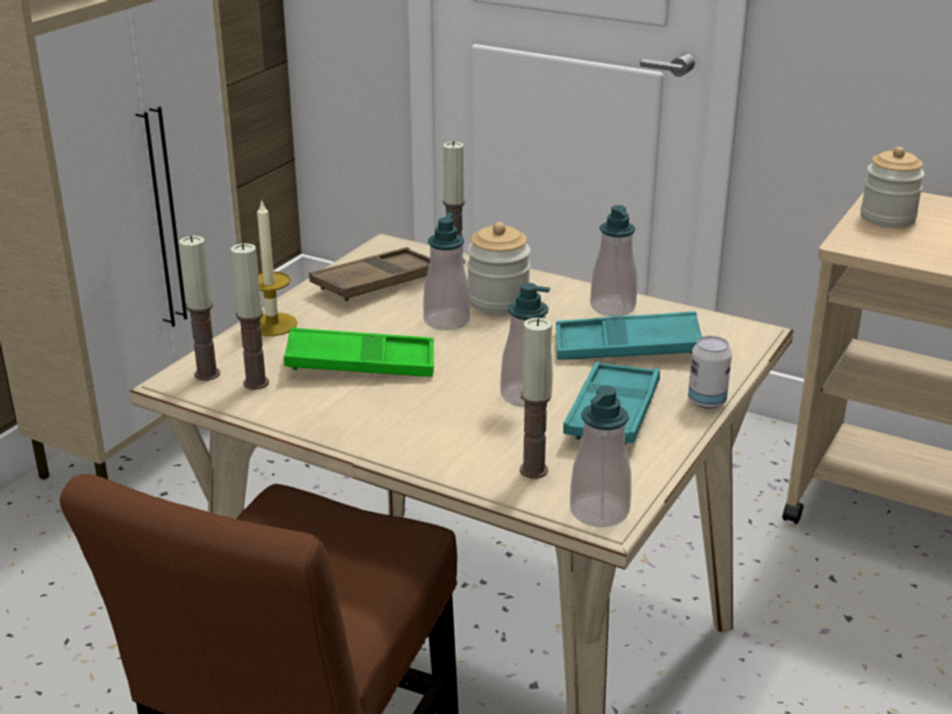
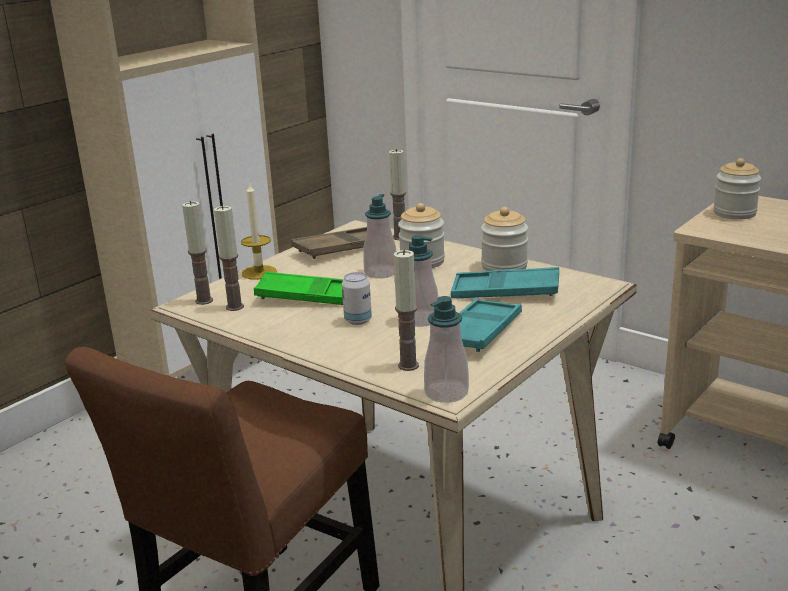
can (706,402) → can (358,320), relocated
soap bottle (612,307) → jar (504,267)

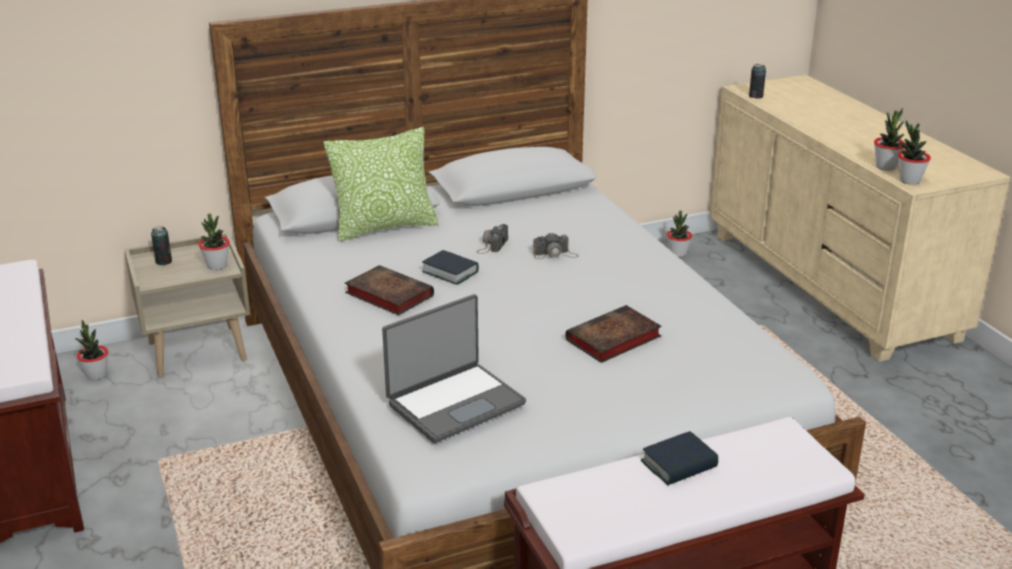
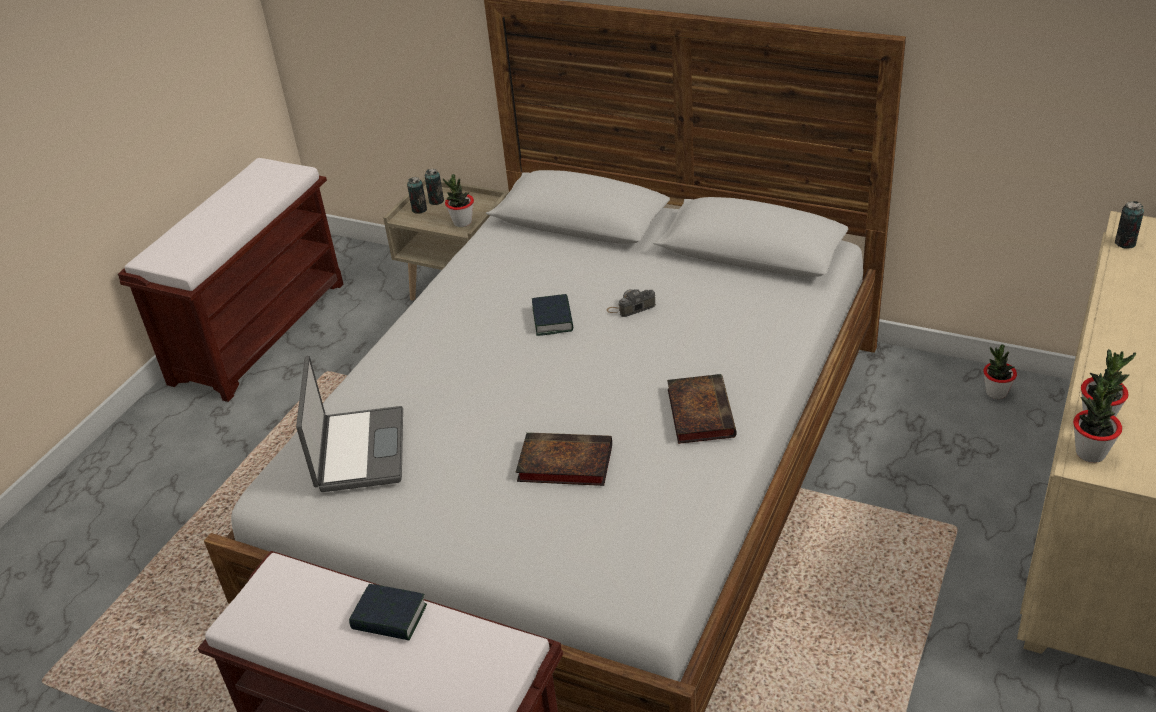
notebook computer (455,403) → notebook computer (358,451), 105 degrees counterclockwise
- → can (419,210)
bound book (387,294) → bound book (699,412), relocated
plant in a pot (96,375) → -
throw pillow (384,227) → -
photo camera (555,254) → -

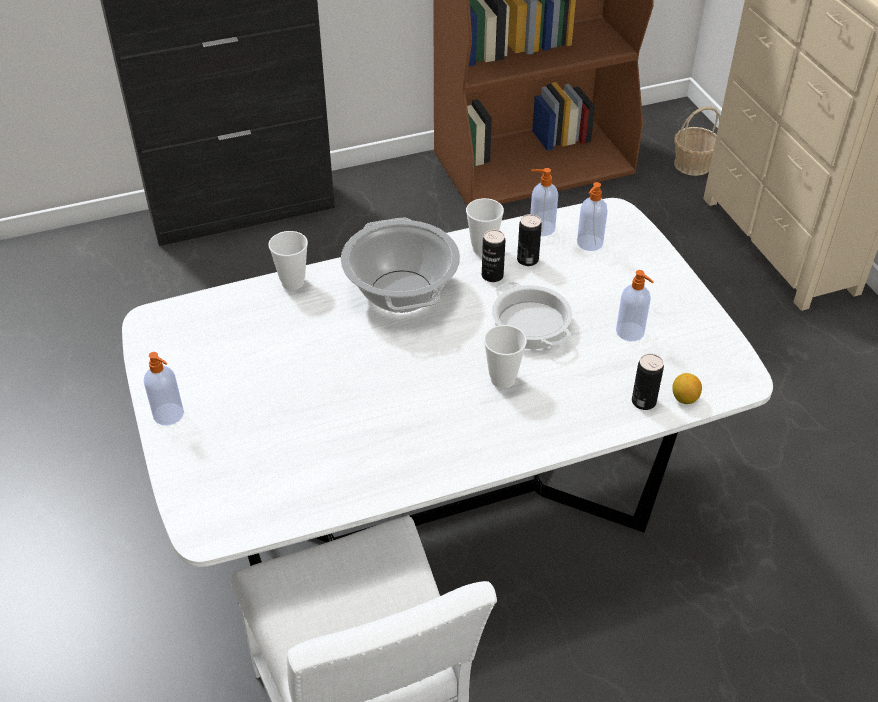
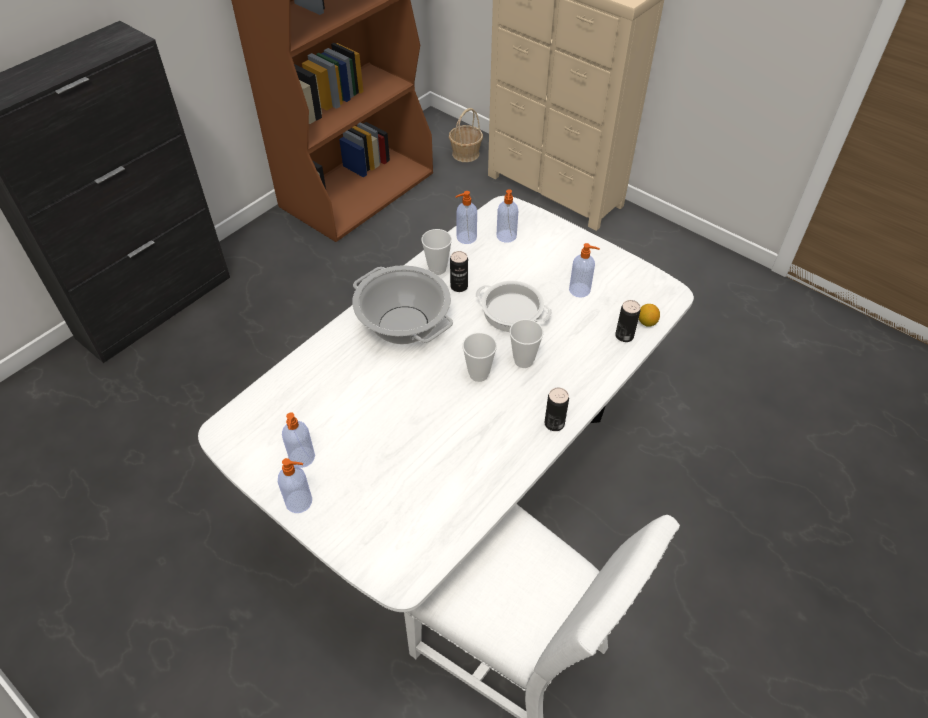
- → soap bottle (302,458)
drinking cup (293,282) → drinking cup (479,374), relocated
can (527,260) → can (554,423), relocated

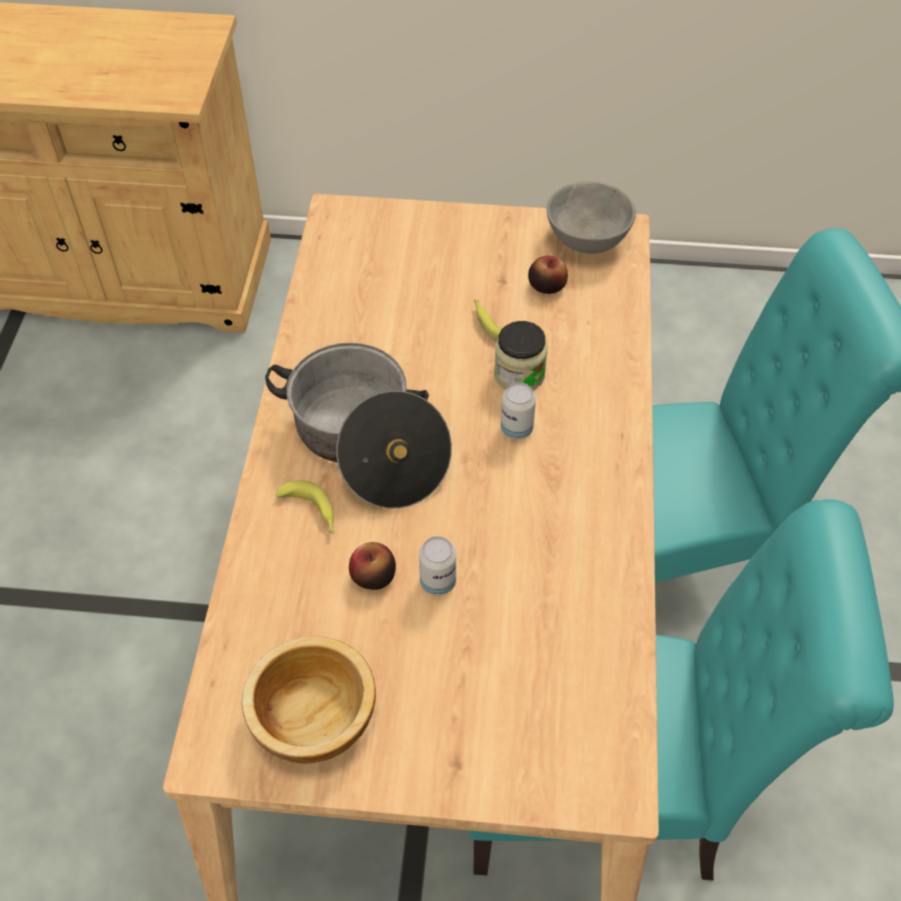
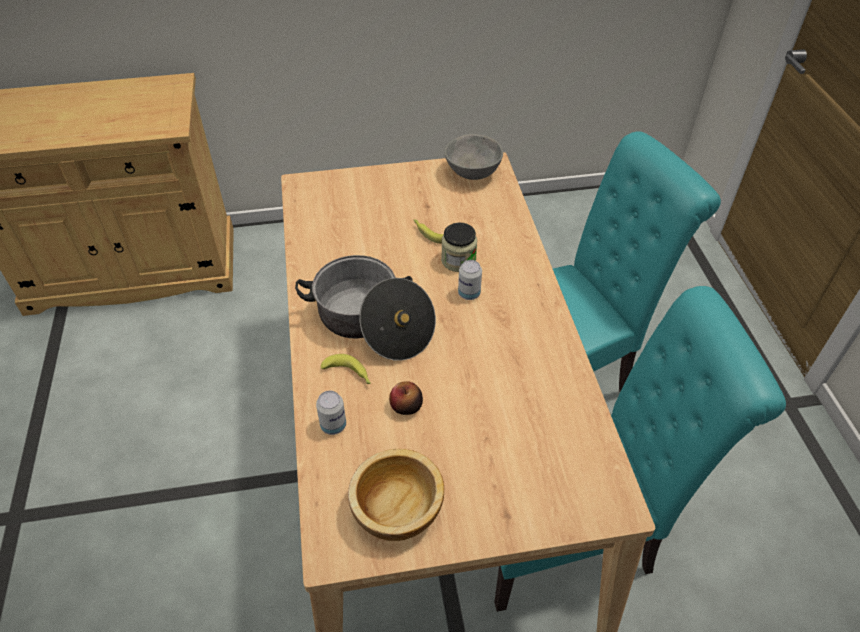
can (438,582) → can (333,425), relocated
whole apple (546,285) → -

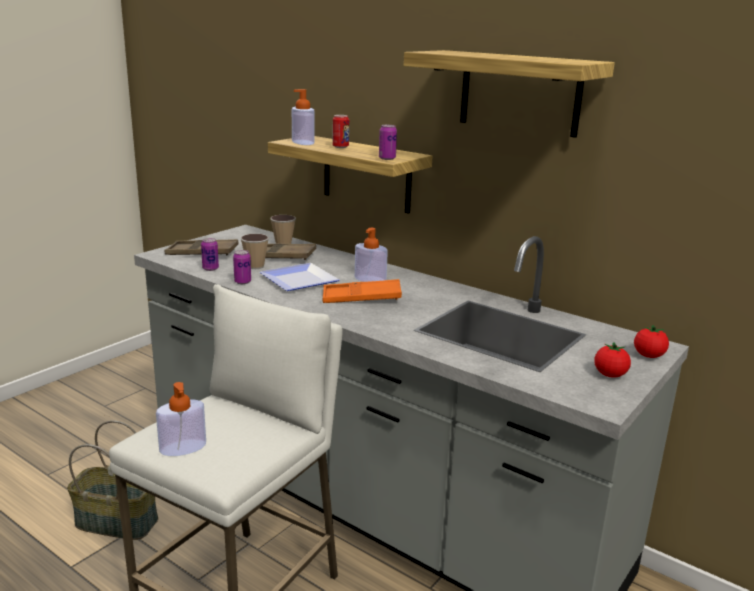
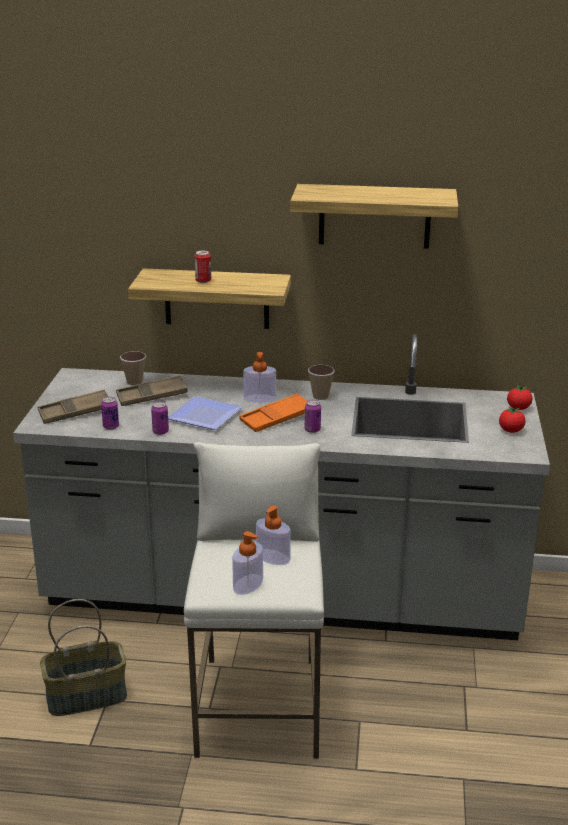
soap bottle (303,142) → soap bottle (273,557), relocated
can (387,158) → can (312,430), relocated
drinking cup (255,266) → drinking cup (320,396), relocated

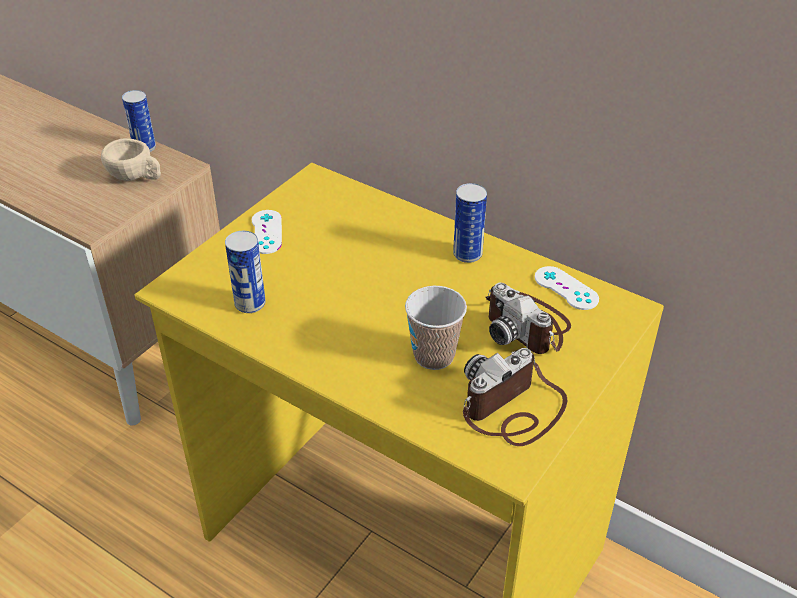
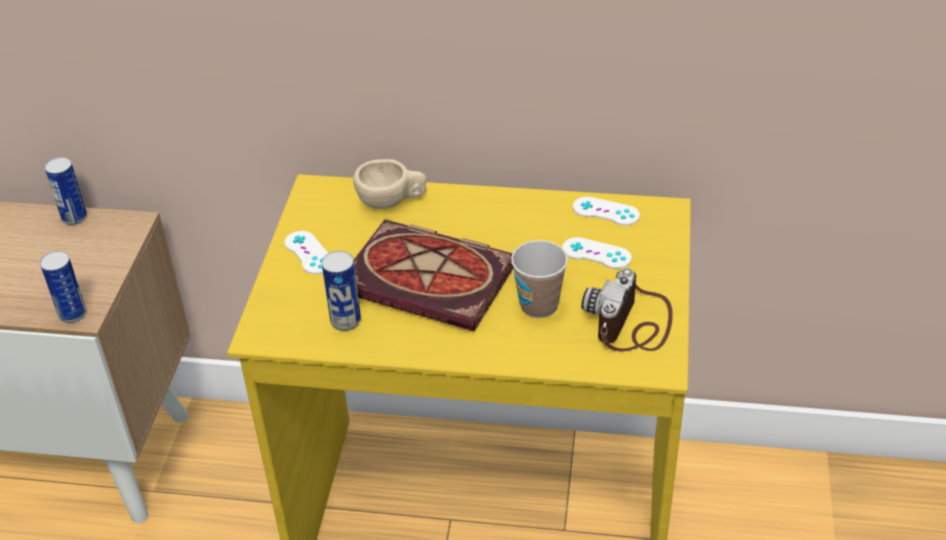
can (467,254) → can (73,314), relocated
drinking cup in beige-coloured (136,177) → drinking cup in beige-coloured (392,201), relocated
- → bound book (433,279)
photo camera (527,326) → game controller in white (596,253)

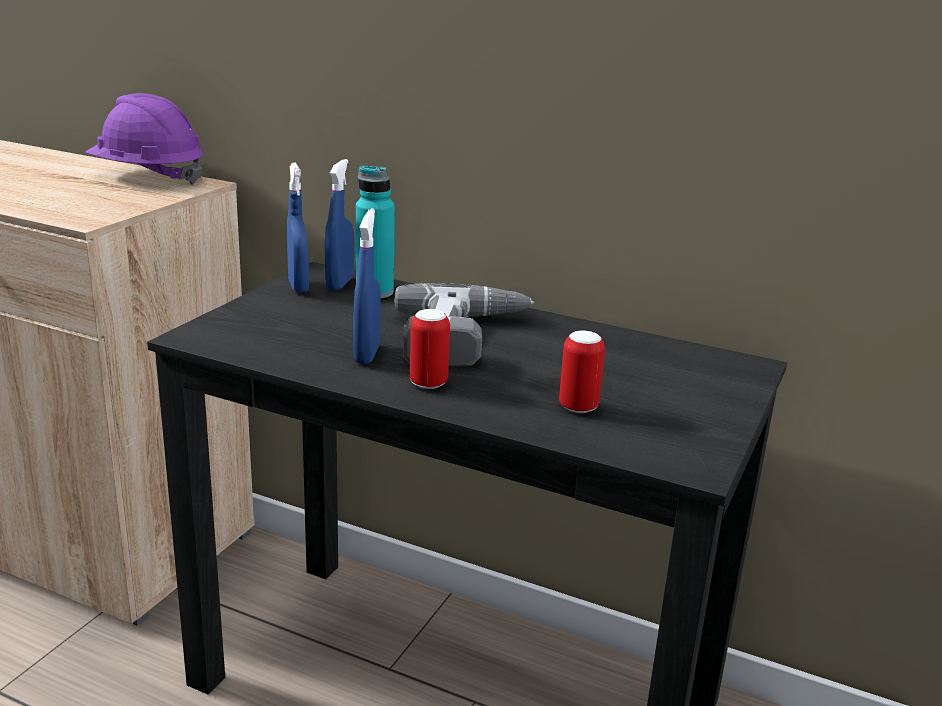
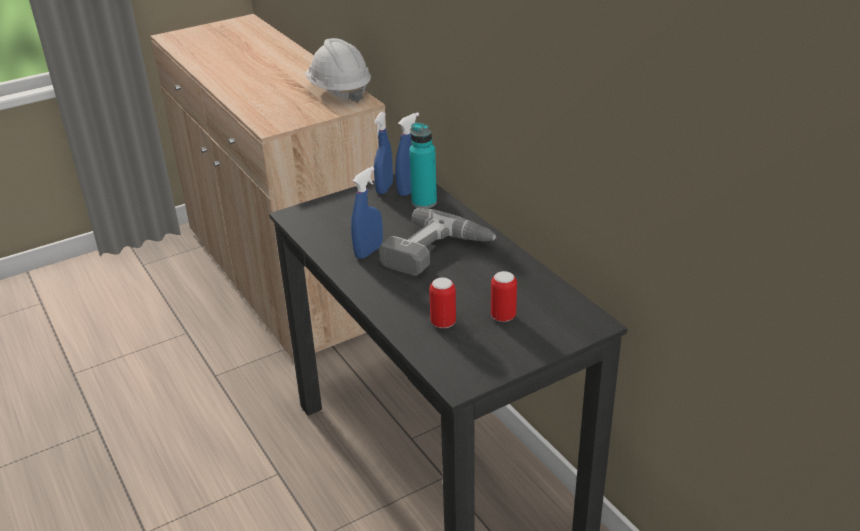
work helmet in purplish (148,177) → work helmet in white (339,91)
can (428,383) → can (503,316), relocated

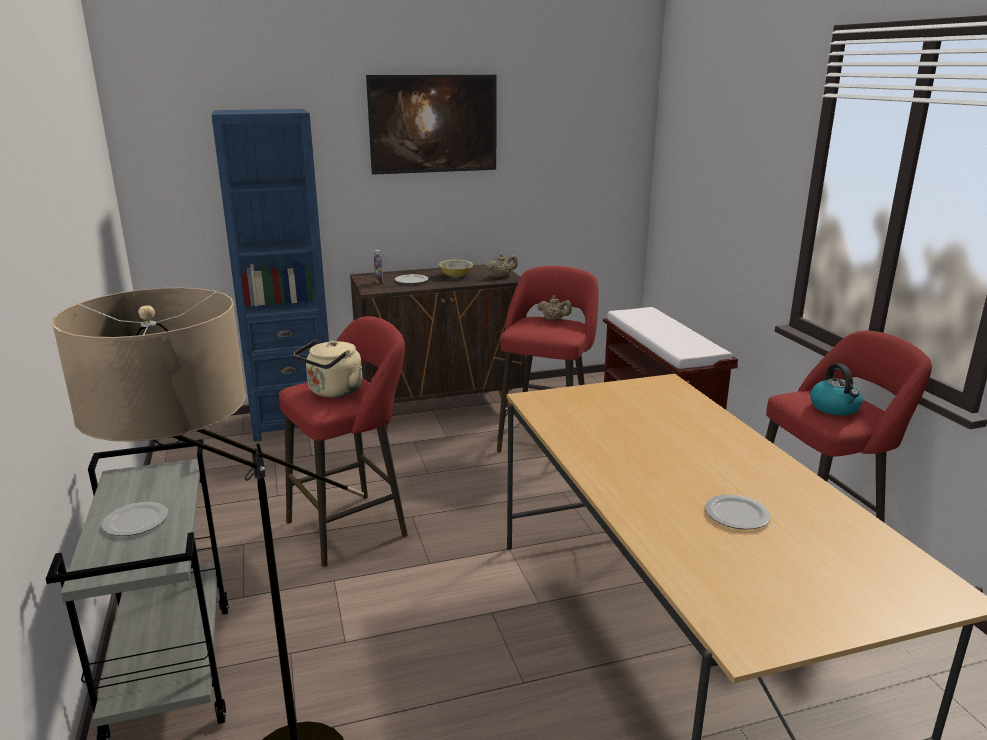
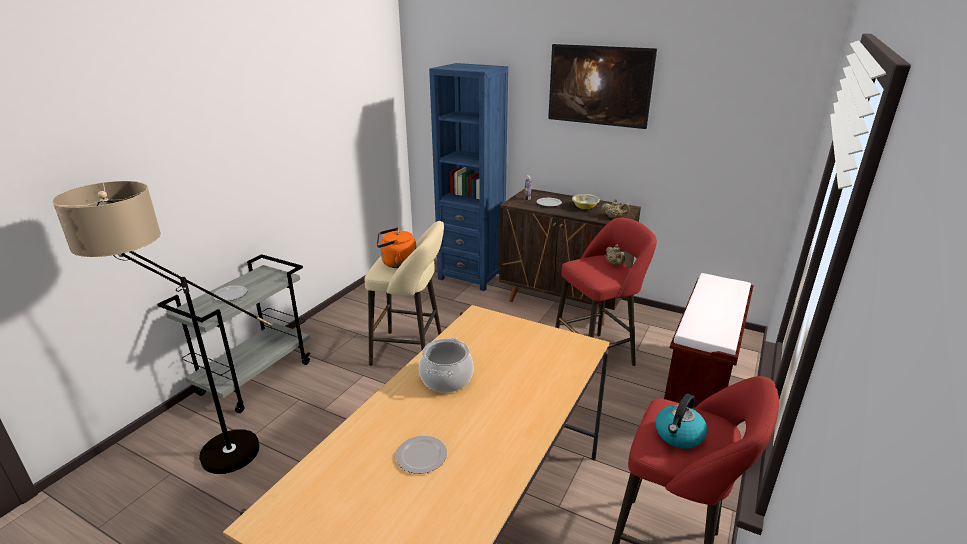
stool in reddish (353,526) → stool in beige-coloured (412,351)
water kettle in beige-coloured (333,392) → water kettle in orange-coloured (396,263)
- → stockpot (447,379)

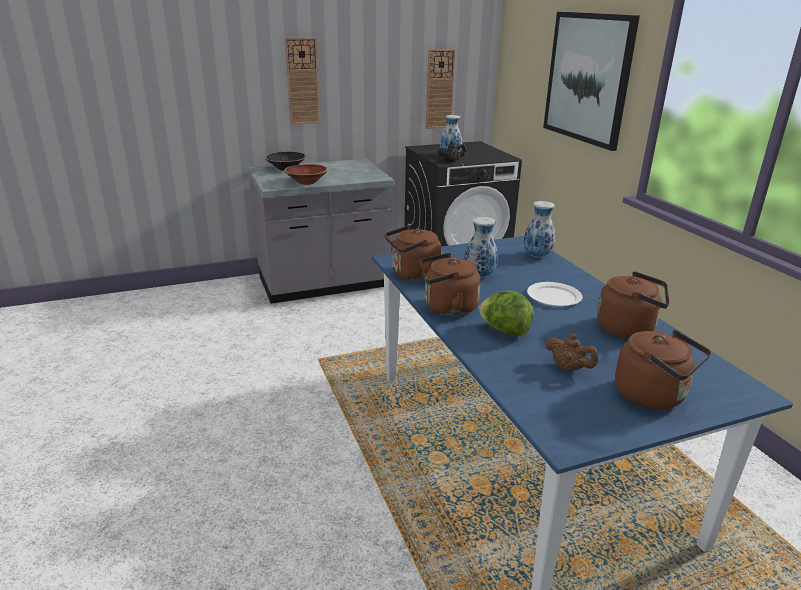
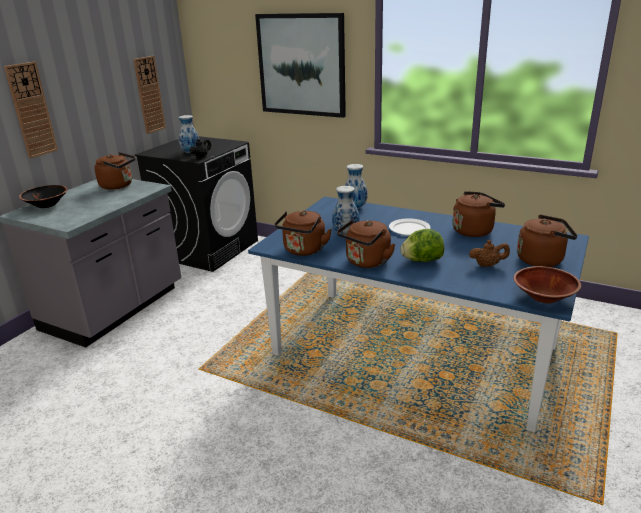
- → water kettle in brown-coloured (119,186)
serving bowl in brown-coloured (306,182) → serving bowl in brown-coloured (544,297), relocated

